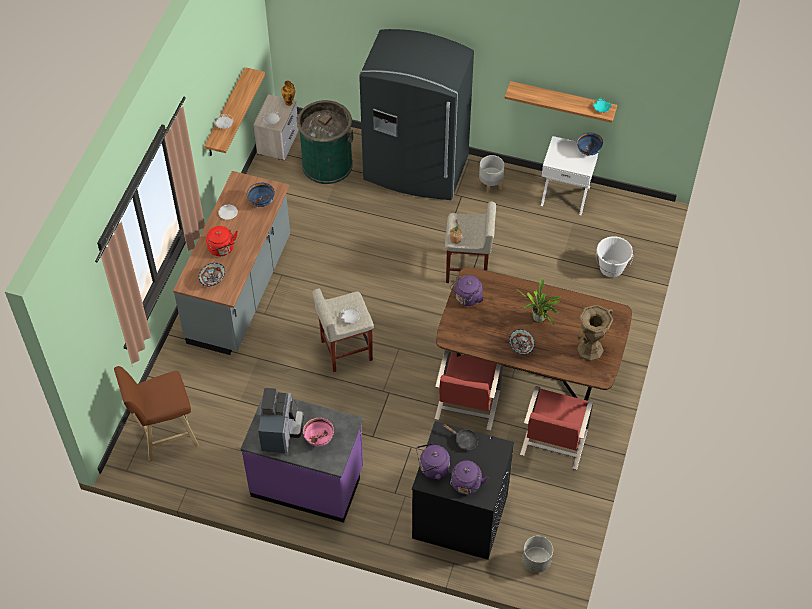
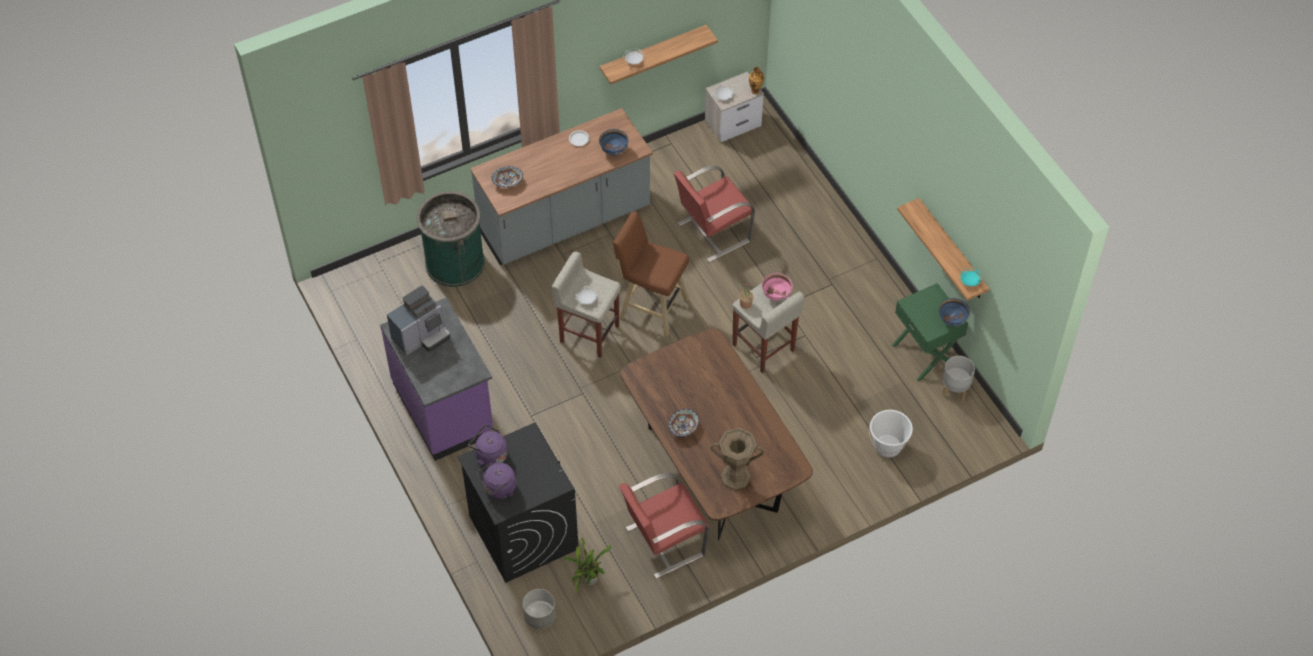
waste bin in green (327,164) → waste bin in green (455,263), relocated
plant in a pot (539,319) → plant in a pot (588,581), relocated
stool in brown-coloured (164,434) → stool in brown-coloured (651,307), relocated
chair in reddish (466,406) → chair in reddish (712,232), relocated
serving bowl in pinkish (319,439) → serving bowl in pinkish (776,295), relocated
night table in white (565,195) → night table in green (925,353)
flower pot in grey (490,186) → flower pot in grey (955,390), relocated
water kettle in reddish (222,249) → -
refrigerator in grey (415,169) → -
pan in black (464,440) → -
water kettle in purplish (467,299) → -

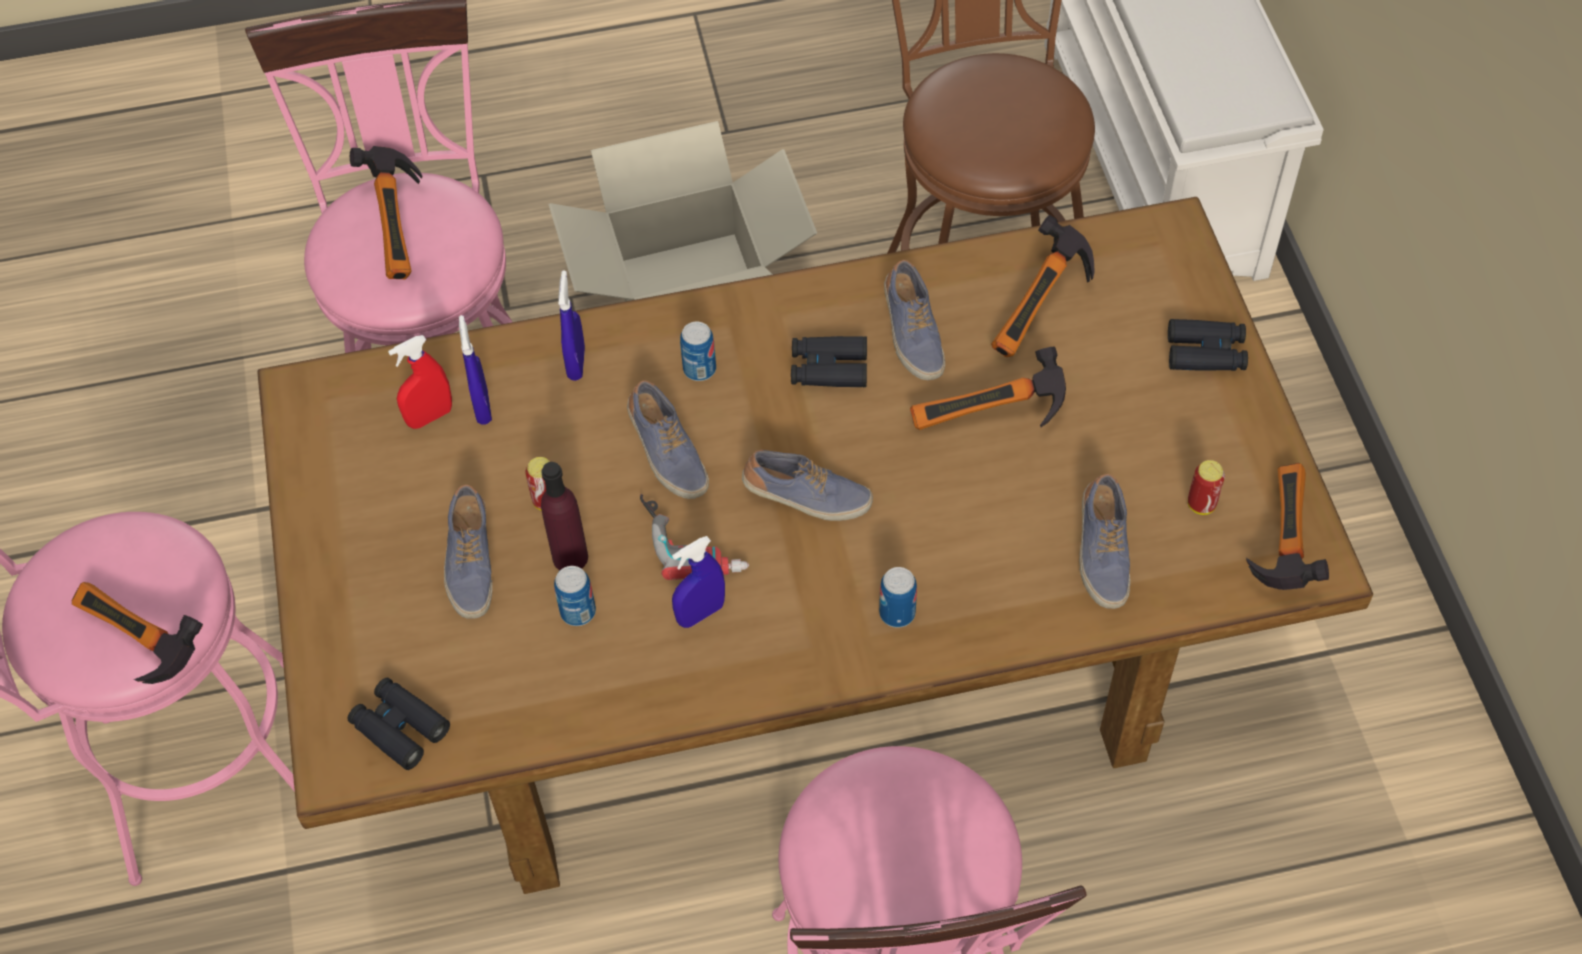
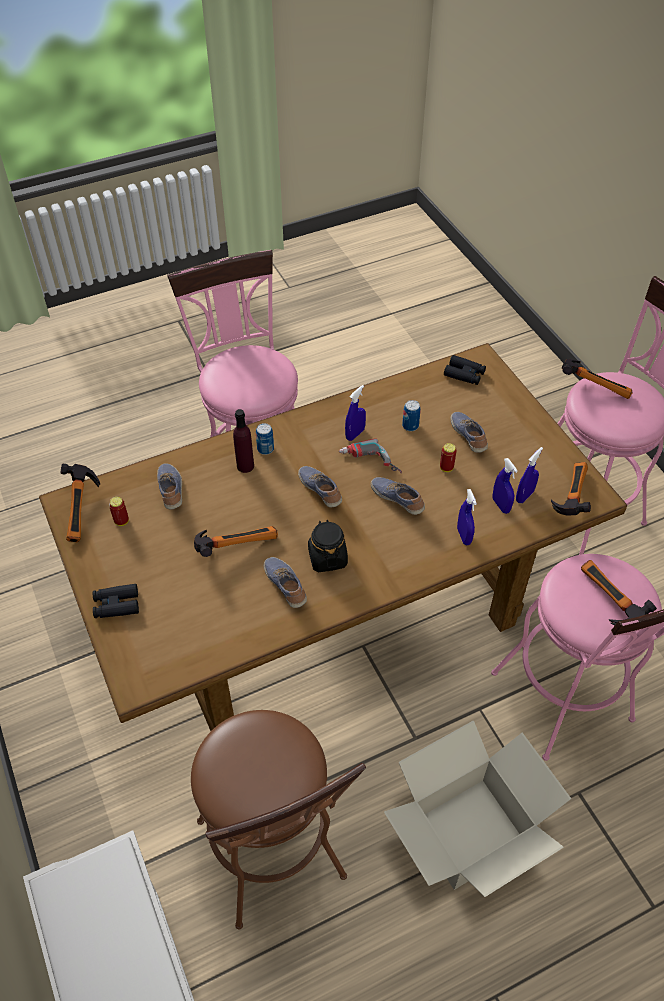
beverage bottle in purplish (570,557) → beverage bottle in purplish (245,466), relocated
shoe (807,498) → shoe (320,490), 60 degrees clockwise
binoculars in black (829,368) → jar in black (327,557)
spray bottle in reddish (430,417) → spray bottle in blue-coloured (524,496)
hammer (1044,310) → hammer (568,496), relocated
can (699,369) → -

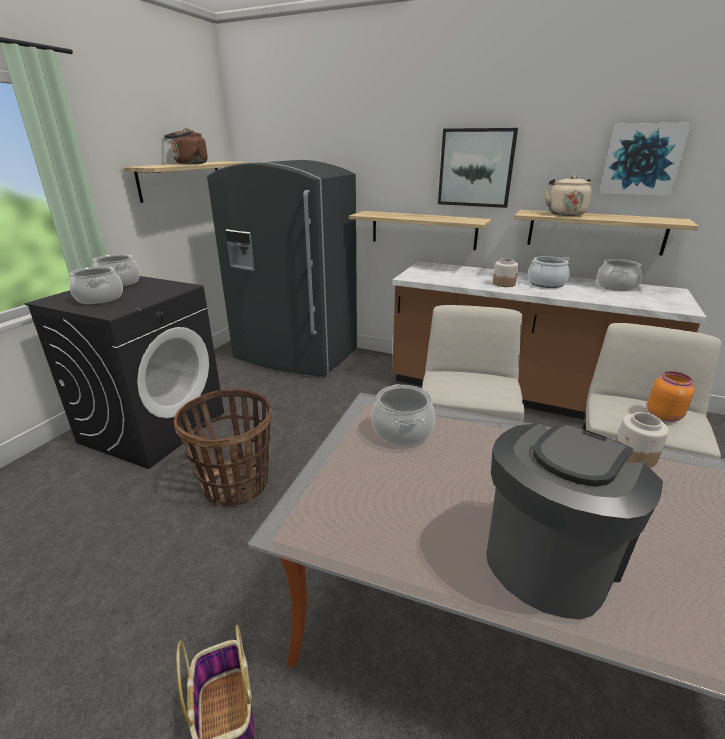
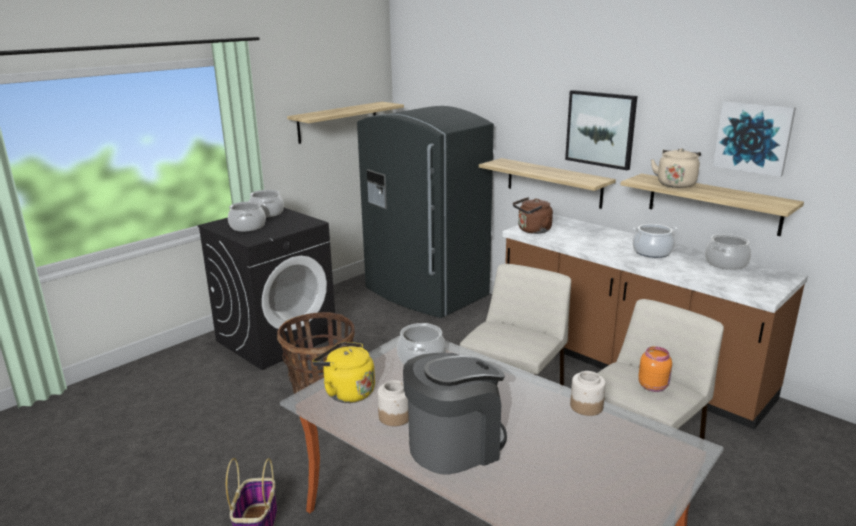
- → water kettle in yellow-coloured (346,392)
jar (504,284) → jar (395,416), relocated
water kettle in brown-coloured (189,164) → water kettle in brown-coloured (532,230), relocated

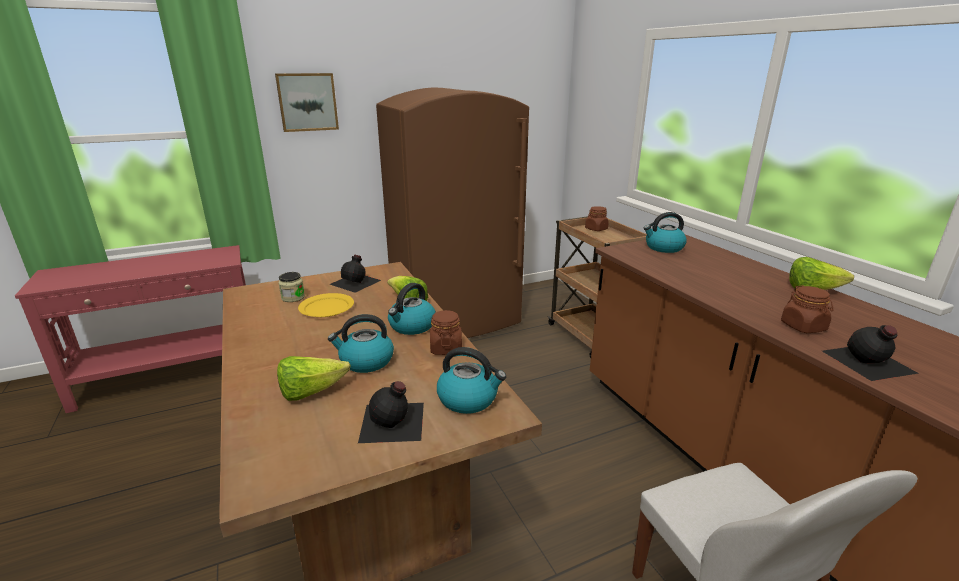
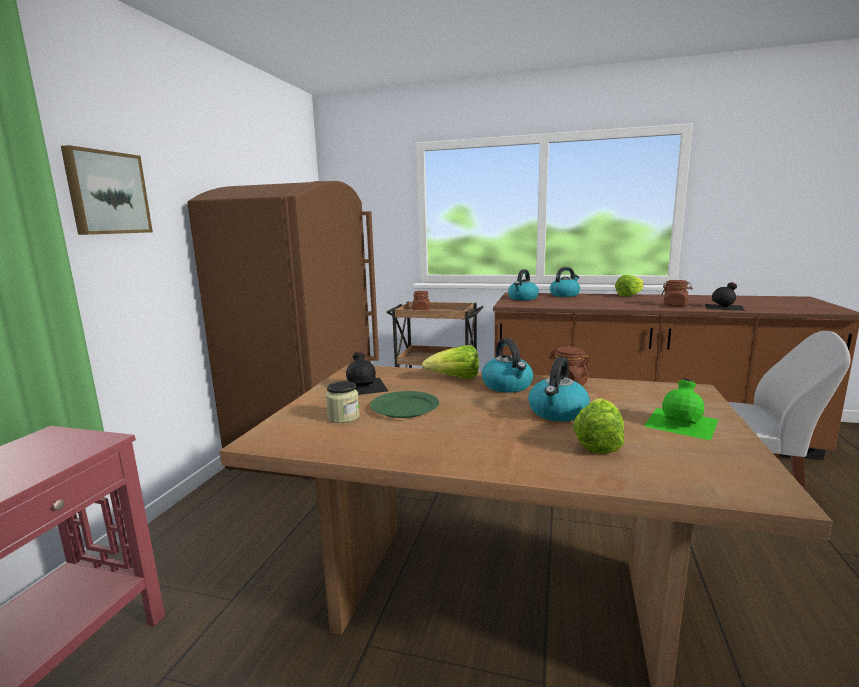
flat dish in yellow-coloured (327,307) → flat dish in green (404,407)
water kettle (468,399) → water kettle (564,295), relocated
beverage bottle in black (393,422) → beverage bottle in green (682,422)

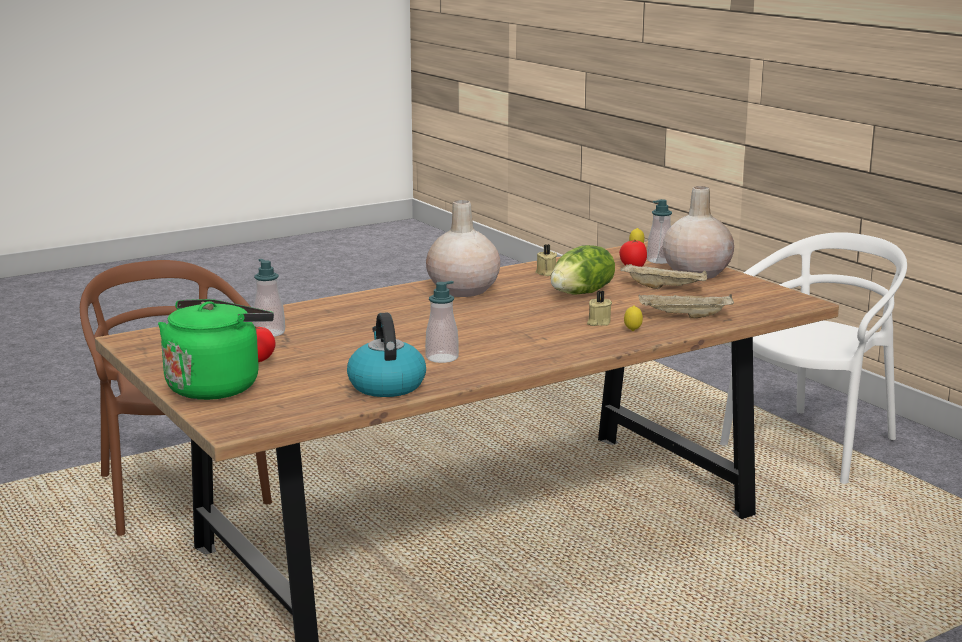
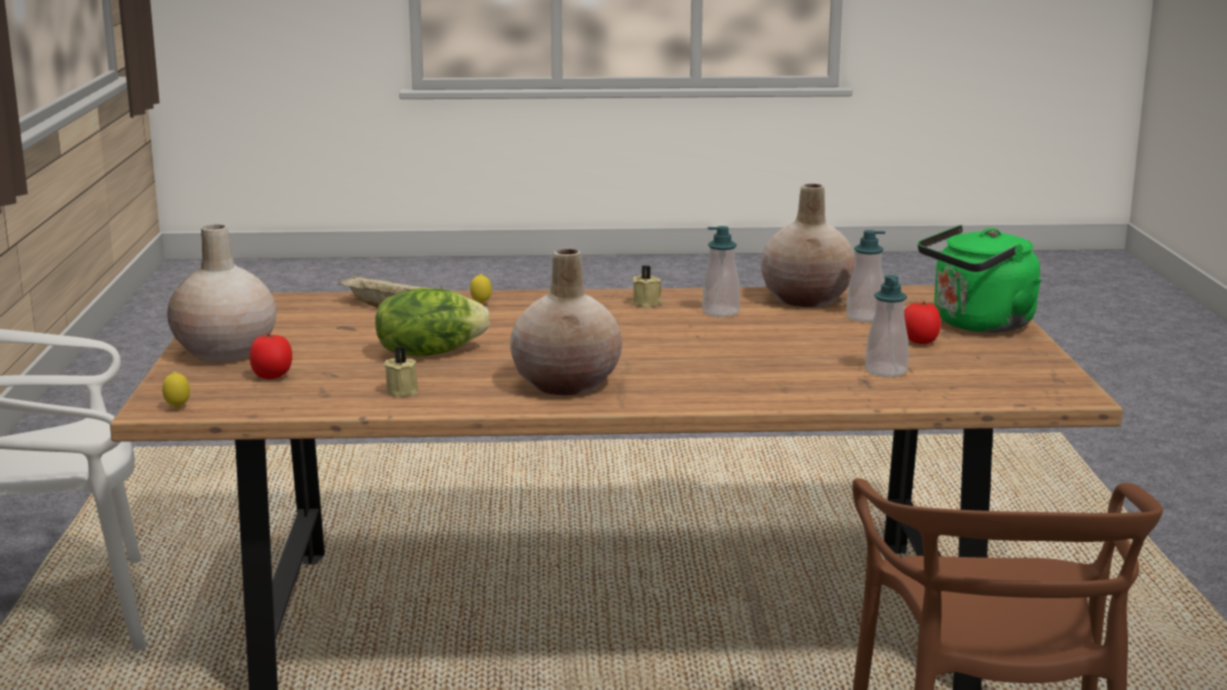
candle in beige-coloured (598,322) → candle in beige-coloured (647,304), relocated
water kettle (386,385) → decorative vase in beige-coloured (807,299)
soap bottle (659,260) → soap bottle (865,317), relocated
serving tray in beige-coloured (665,288) → -

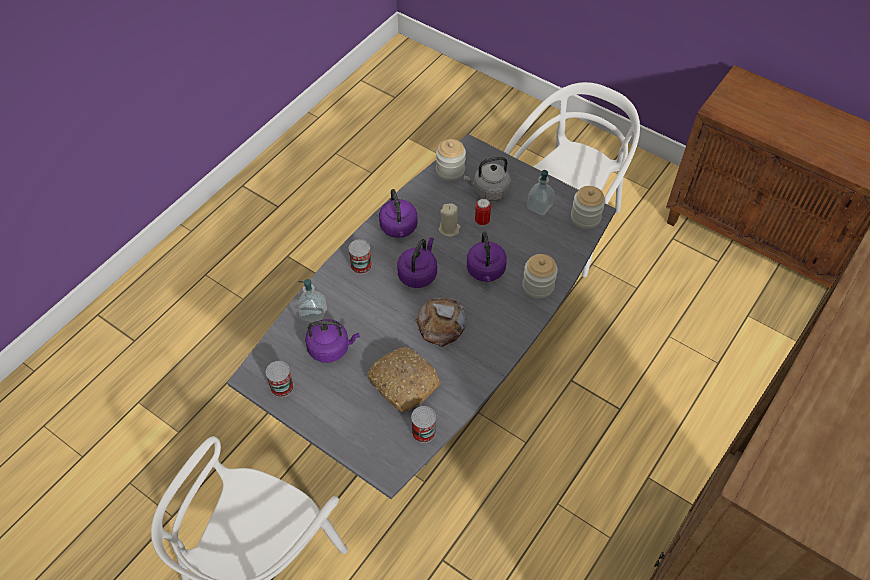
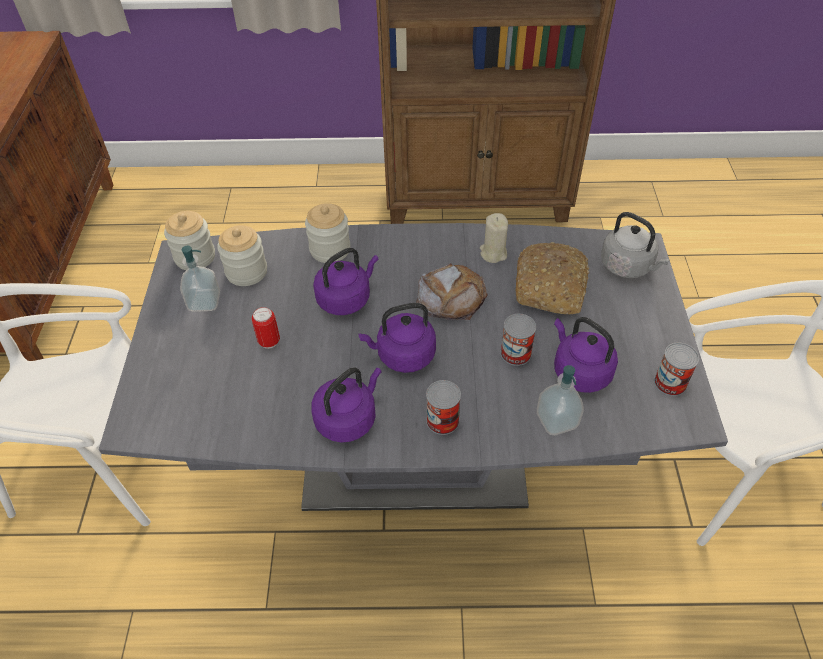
jar (450,170) → jar (246,272), relocated
candle in beige-coloured (449,229) → candle in beige-coloured (493,253), relocated
can (423,432) → can (515,353), relocated
water kettle in grey (489,191) → water kettle in grey (628,266), relocated

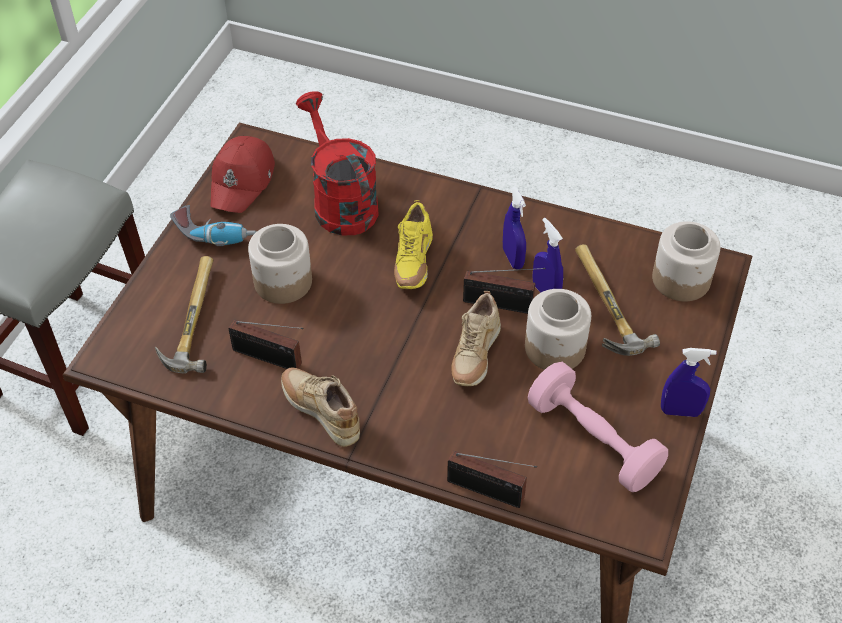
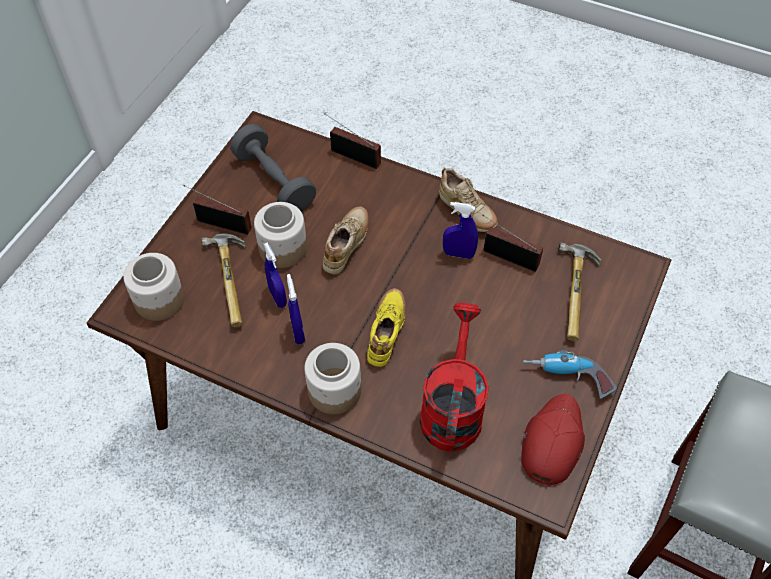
radio set (501,305) → radio set (221,223), relocated
dumbbell in pinkish (593,440) → dumbbell in grey (274,181)
jar (282,282) → jar (335,390), relocated
sprinkling can in reddish (340,202) → sprinkling can in reddish (452,408), 150 degrees counterclockwise
spray bottle in blue-coloured (680,411) → spray bottle in blue-coloured (458,254), relocated

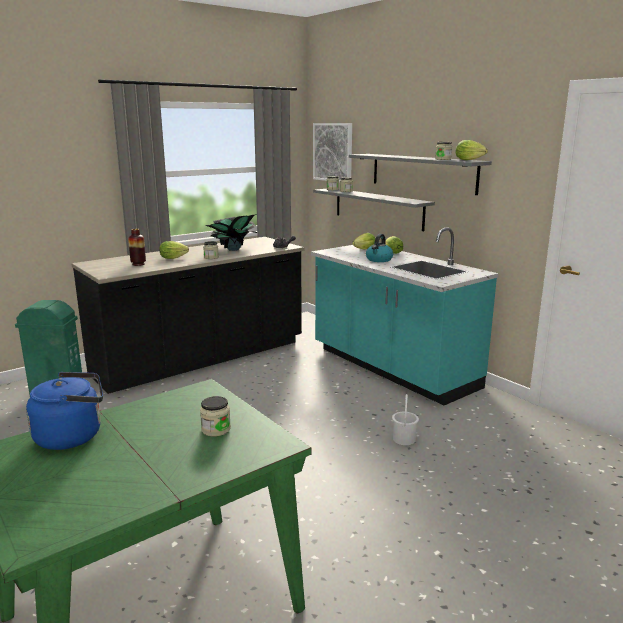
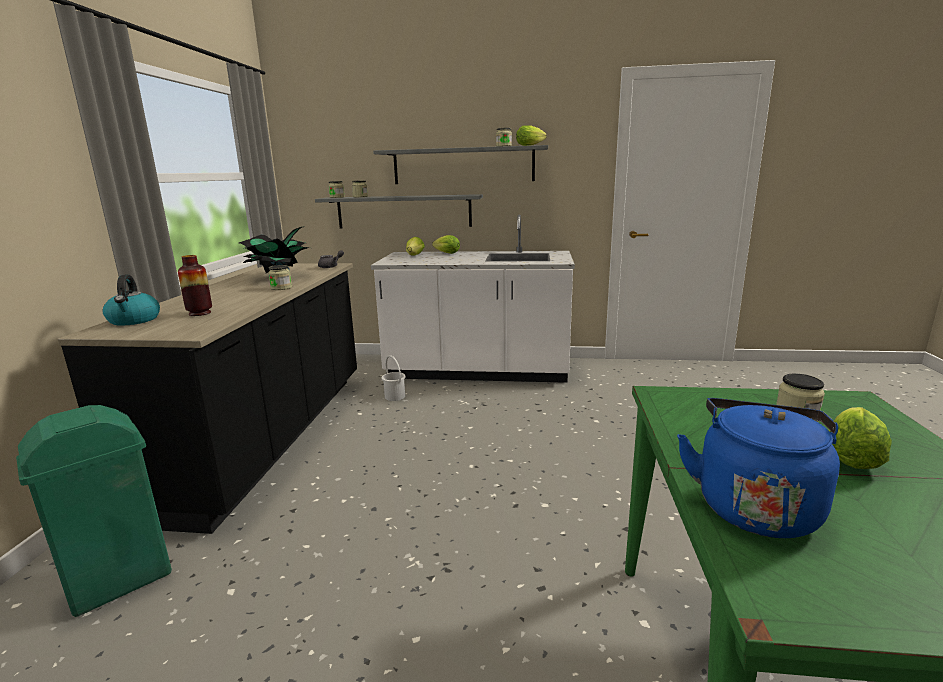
water kettle (379,260) → water kettle (134,320), relocated
counter in turquoise (392,368) → counter in white (477,371)
bucket in white (403,439) → bucket in white (394,396), relocated
lettuce (175,258) → lettuce (851,456), relocated
wall picture (333,152) → -

